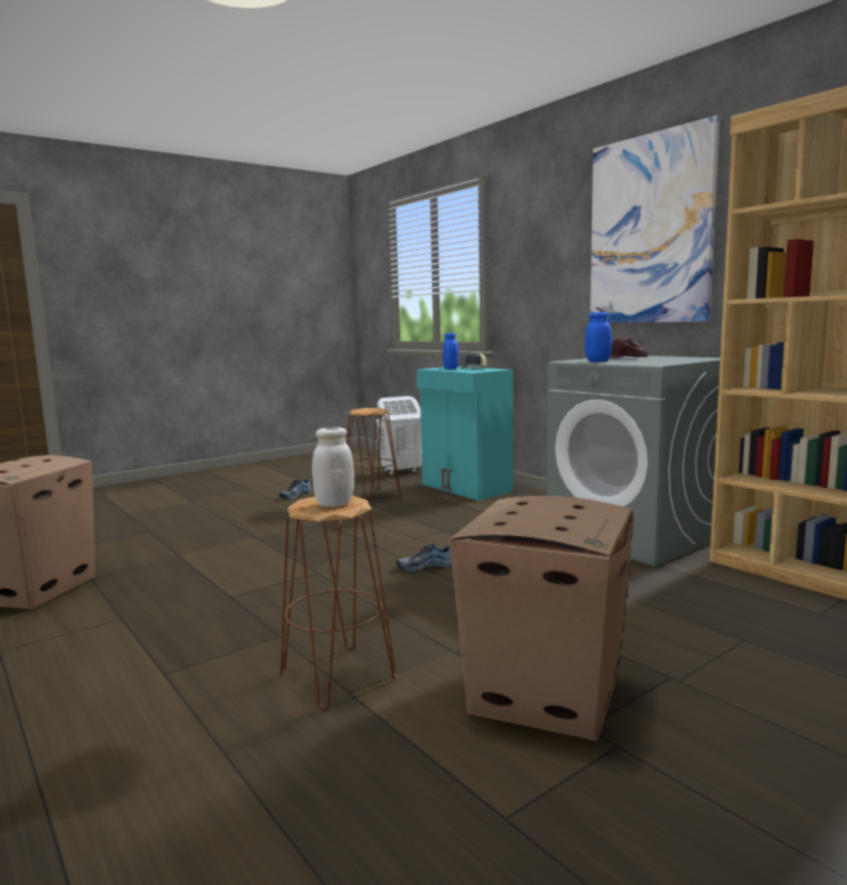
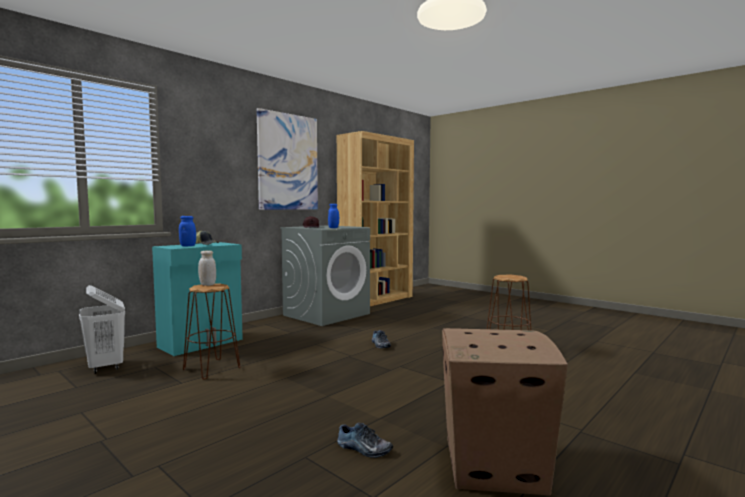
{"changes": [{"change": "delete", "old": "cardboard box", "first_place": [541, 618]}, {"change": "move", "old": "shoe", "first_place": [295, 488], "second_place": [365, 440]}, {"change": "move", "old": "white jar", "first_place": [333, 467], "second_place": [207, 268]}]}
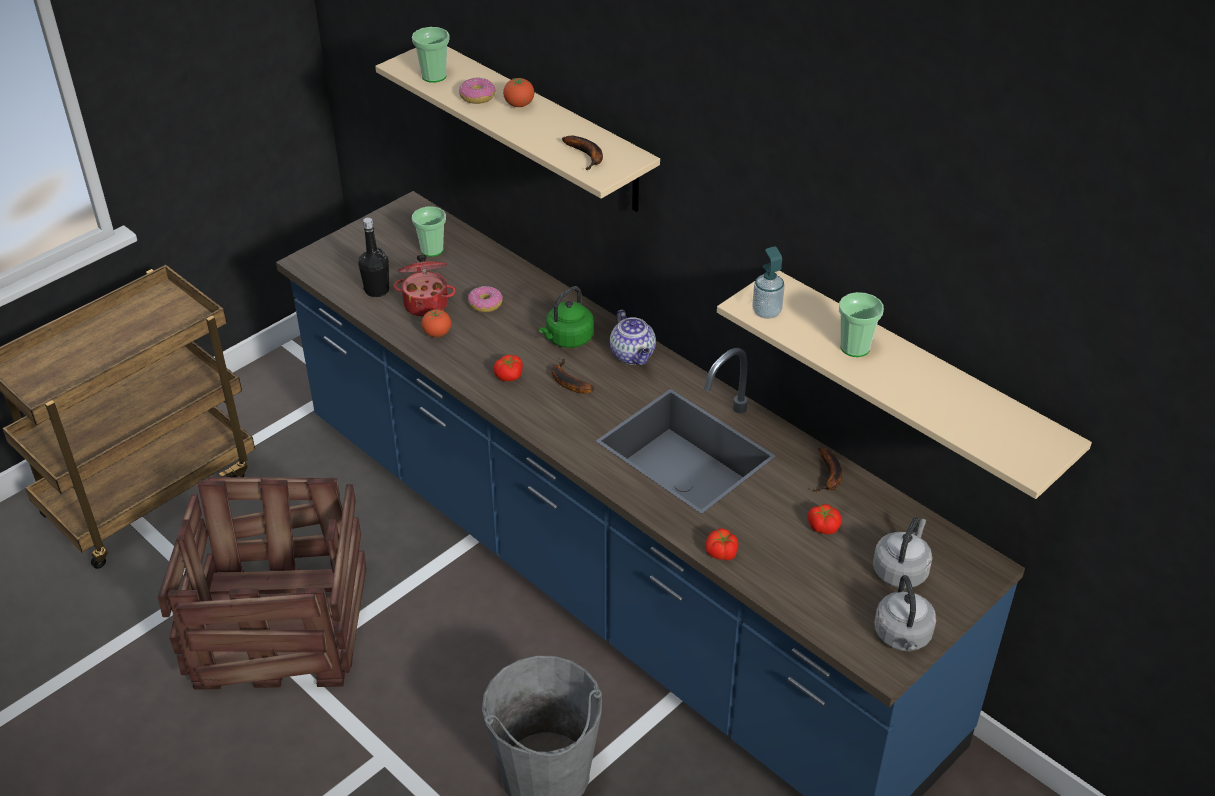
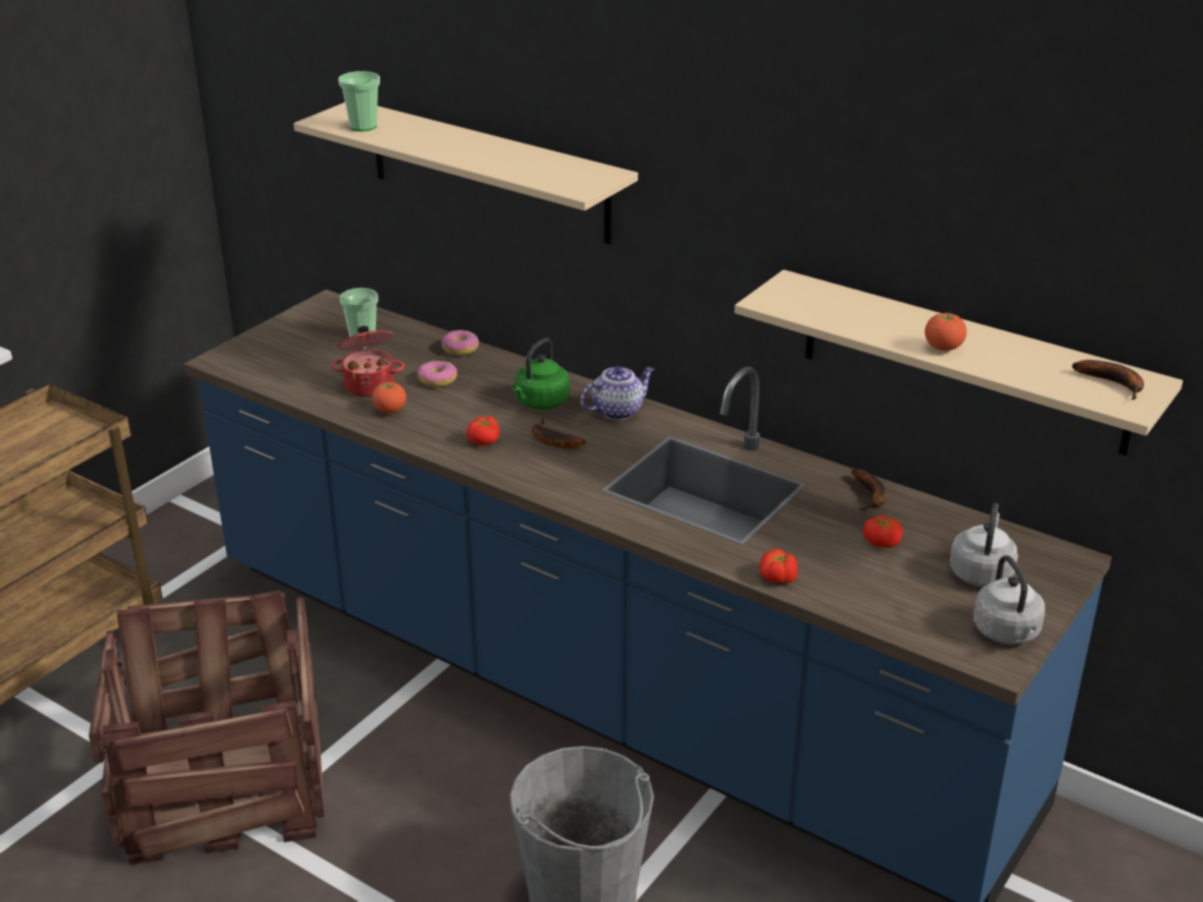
{"changes": [{"change": "delete", "old": "black bottle", "first_place": [373, 257]}, {"change": "delete", "old": "soap dispenser", "first_place": [768, 282]}, {"change": "delete", "old": "cup", "first_place": [861, 324]}, {"change": "move", "old": "donut", "first_place": [477, 91], "second_place": [460, 343]}, {"change": "move", "old": "tomato", "first_place": [518, 92], "second_place": [946, 332]}, {"change": "move", "old": "banana", "first_place": [582, 153], "second_place": [1108, 380]}, {"change": "rotate", "old": "teapot", "first_place": [633, 337], "second_place": [617, 393], "degrees": -90}]}
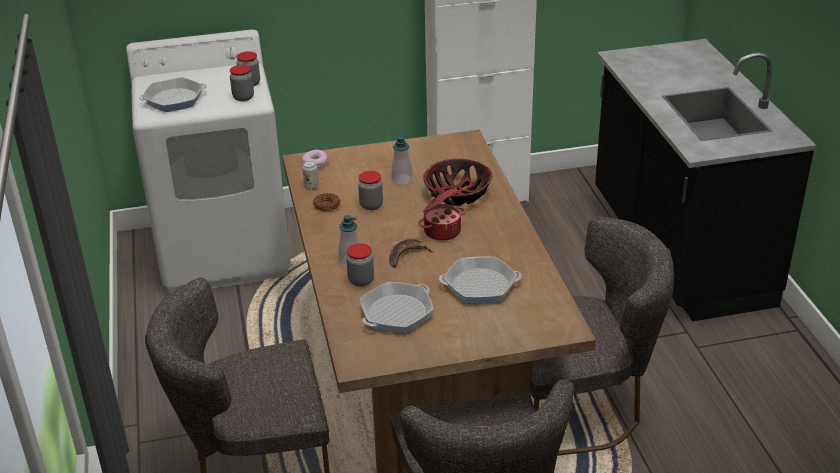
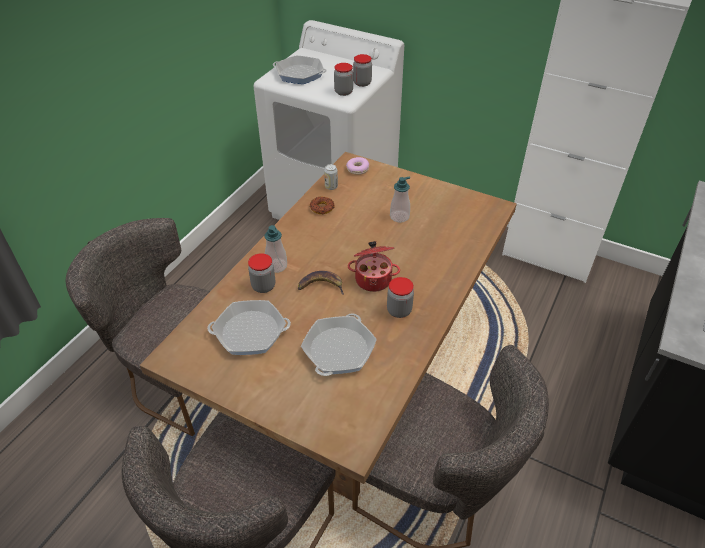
{"changes": [{"change": "delete", "old": "bowl", "first_place": [457, 182]}, {"change": "move", "old": "jar", "first_place": [370, 190], "second_place": [400, 297]}, {"change": "rotate", "old": "frying pan", "first_place": [480, 280], "second_place": [339, 344], "degrees": 75}]}
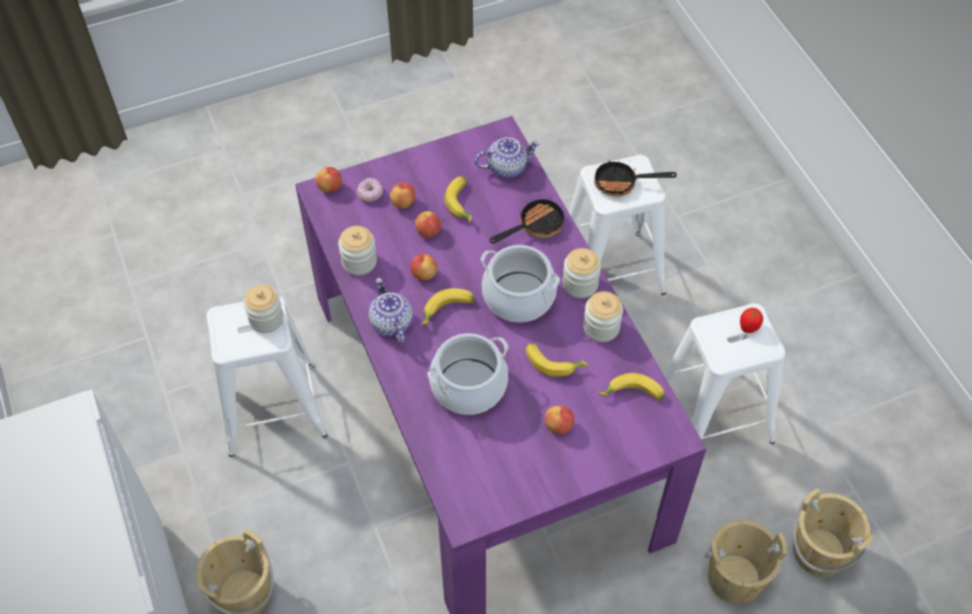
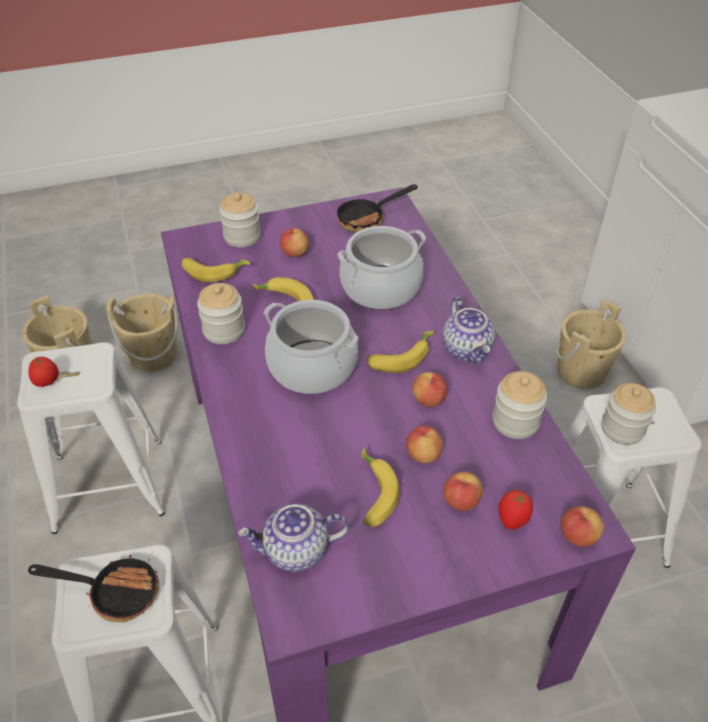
{"changes": [{"change": "move", "old": "frying pan", "first_place": [526, 219], "second_place": [377, 208]}, {"change": "move", "old": "jar", "first_place": [582, 273], "second_place": [240, 220]}, {"change": "replace", "old": "donut", "new": "tomato", "first_place": [370, 189], "second_place": [515, 510]}]}
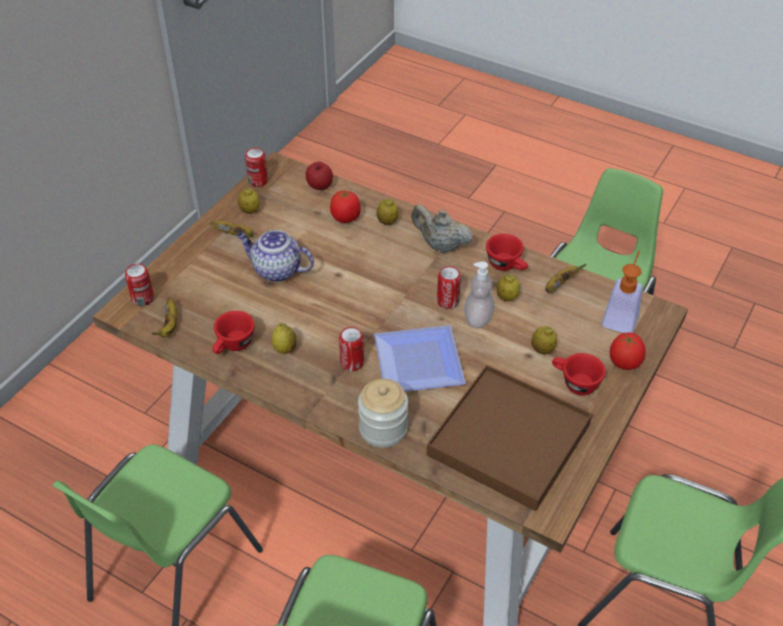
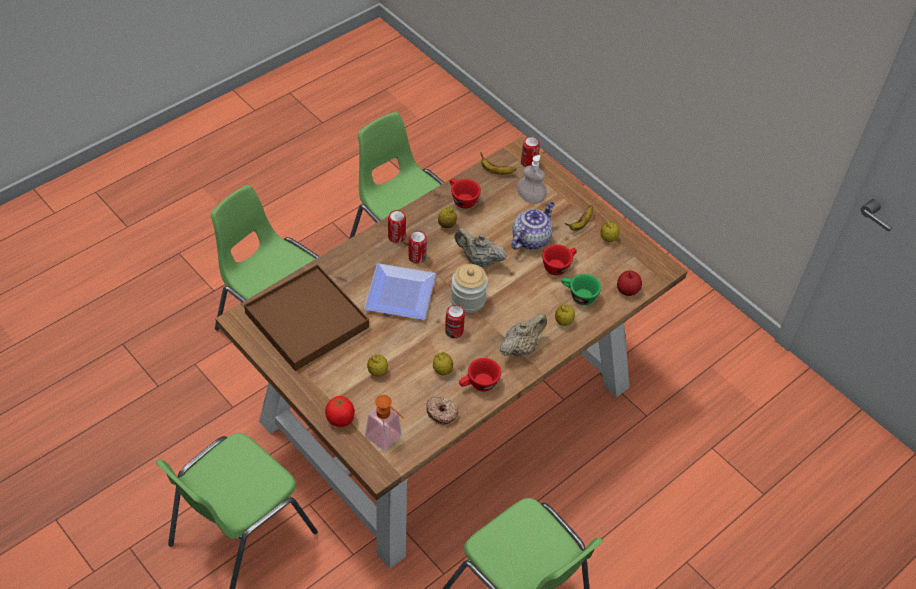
{"changes": [{"change": "insert", "new": "beige teapot", "second_place": [480, 247]}, {"change": "move", "old": "can", "first_place": [256, 167], "second_place": [397, 226]}, {"change": "move", "old": "jar", "first_place": [383, 413], "second_place": [469, 288]}, {"change": "move", "old": "soap dispenser", "first_place": [479, 294], "second_place": [532, 179]}, {"change": "move", "old": "red cup", "first_place": [579, 374], "second_place": [559, 259]}, {"change": "replace", "old": "tomato", "new": "green cup", "first_place": [345, 206], "second_place": [581, 289]}, {"change": "replace", "old": "banana", "new": "donut", "first_place": [565, 278], "second_place": [442, 410]}]}
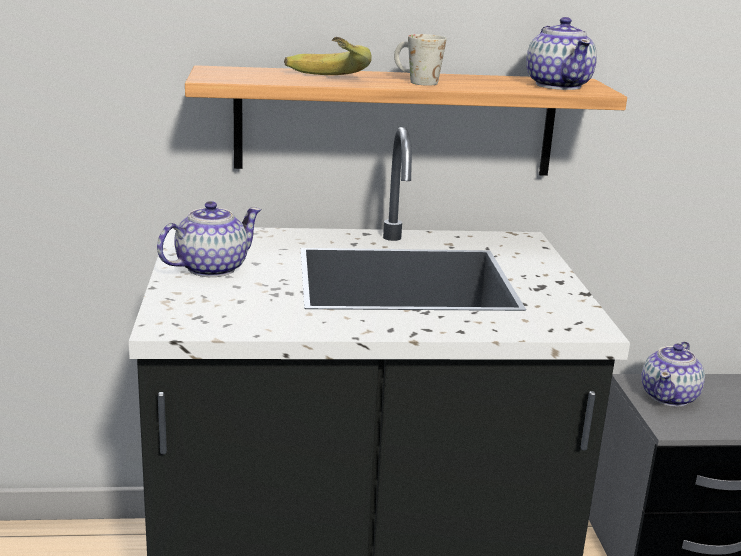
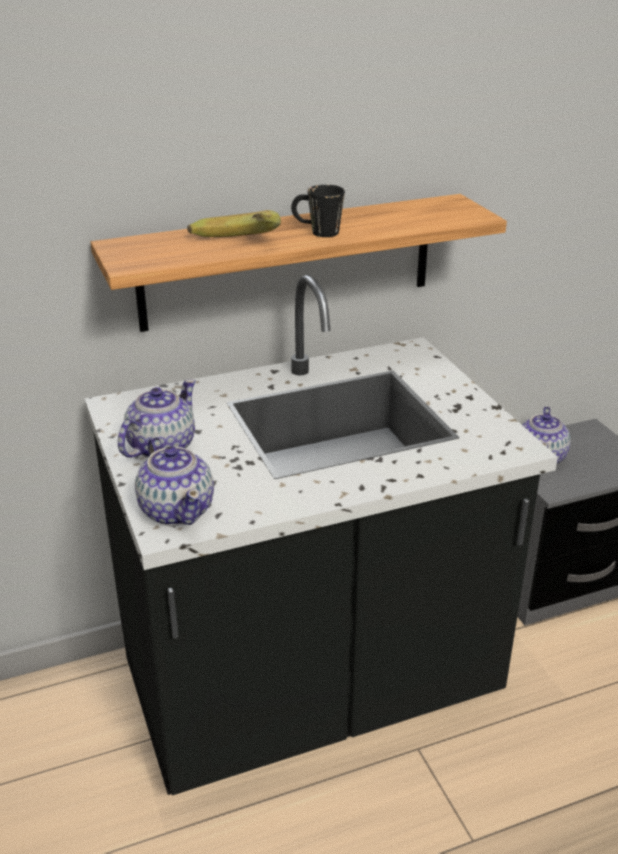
{"changes": [{"change": "move", "old": "teapot", "first_place": [561, 53], "second_place": [174, 481]}, {"change": "recolor", "old": "white mug", "new": "black mug", "first_place": [420, 60], "second_place": [318, 211]}]}
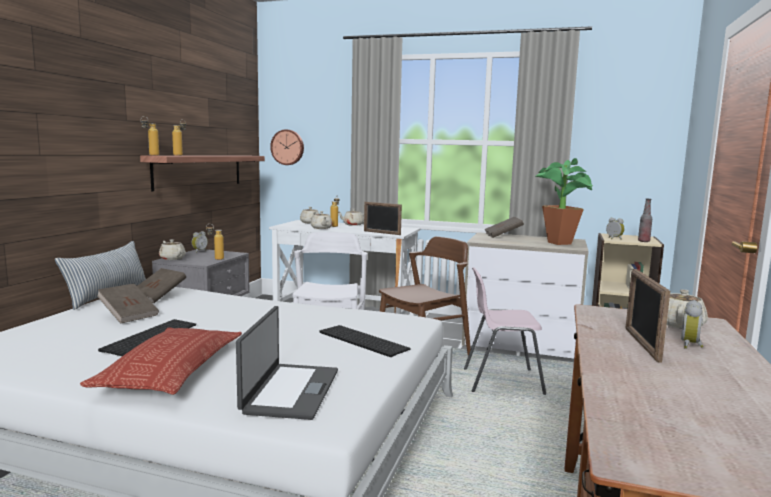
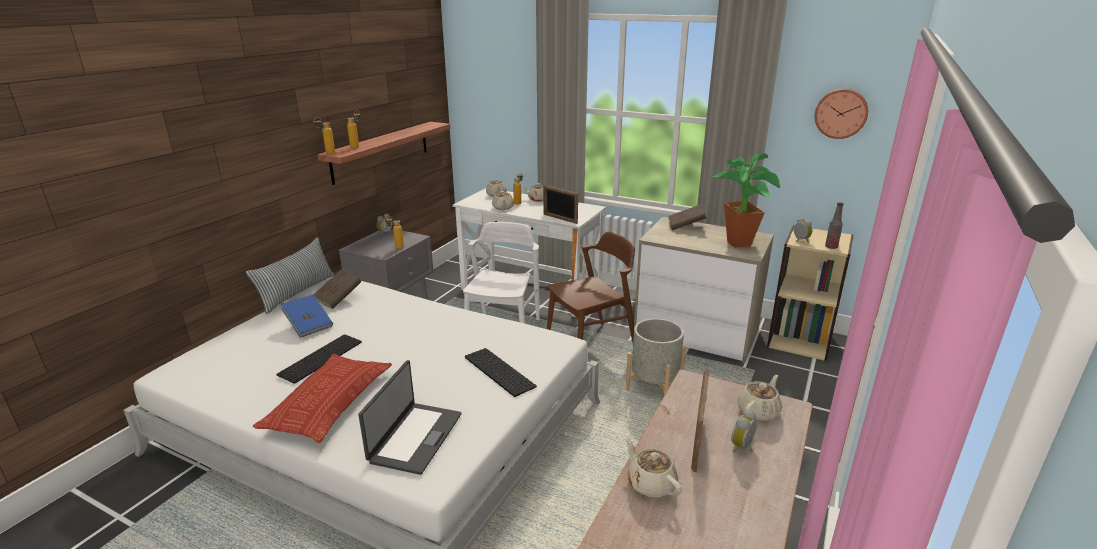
{"changes": [{"change": "move", "old": "beige teapot", "first_place": [172, 249], "second_place": [653, 467]}, {"change": "move", "old": "wall clock", "first_place": [287, 147], "second_place": [841, 114]}, {"change": "replace", "old": "pink chair", "new": "grey planter", "first_place": [505, 331], "second_place": [656, 356]}, {"change": "recolor", "old": "brown book", "new": "blue book", "first_place": [128, 303], "second_place": [307, 316]}]}
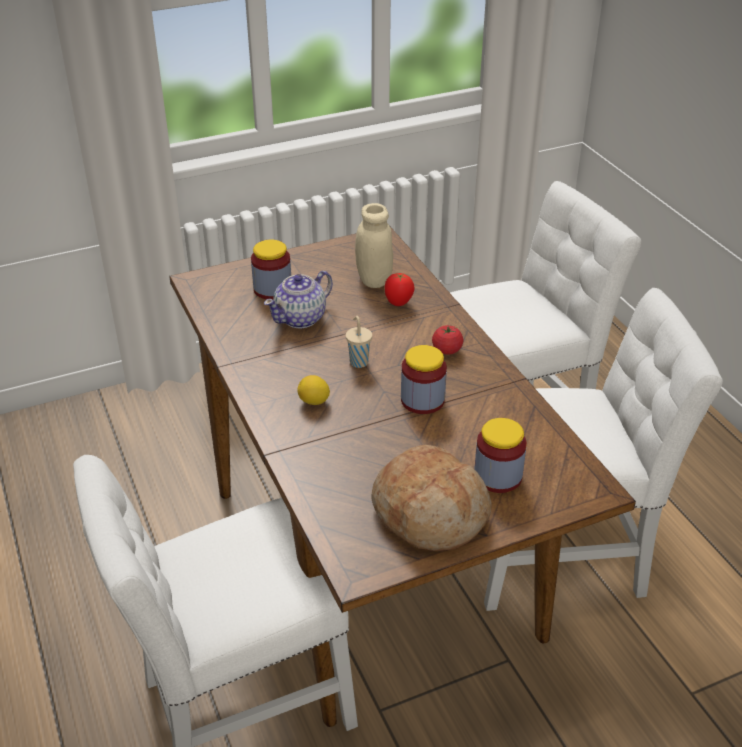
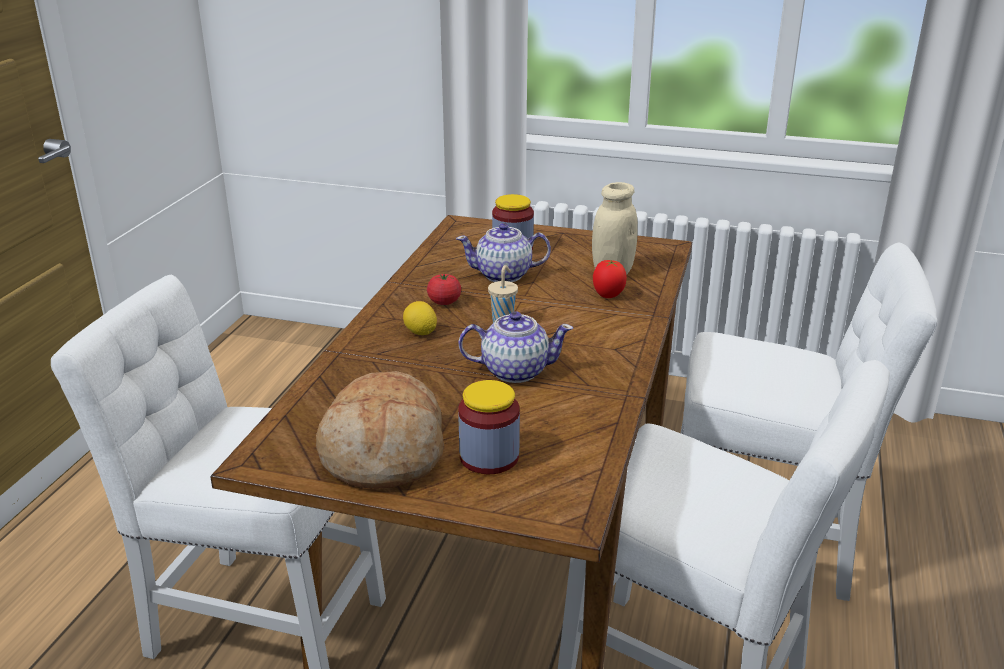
{"changes": [{"change": "move", "old": "tomato", "first_place": [447, 340], "second_place": [444, 289]}, {"change": "replace", "old": "jar", "new": "teapot", "first_place": [424, 379], "second_place": [516, 347]}]}
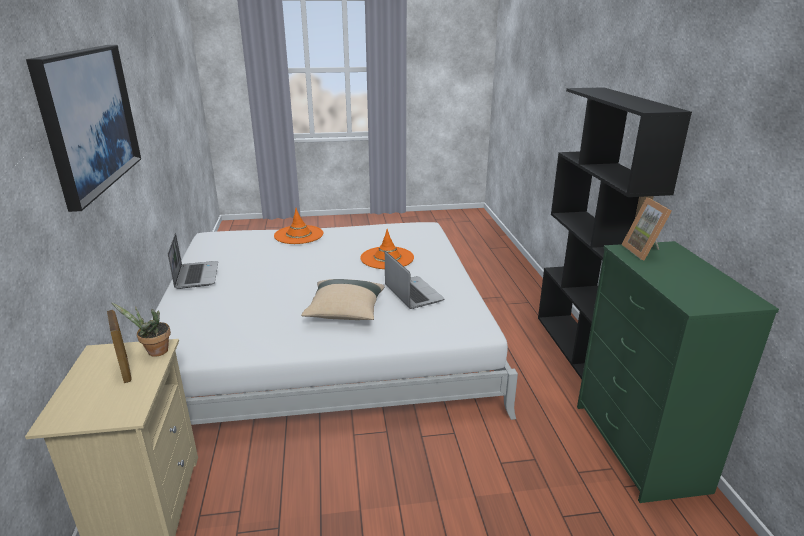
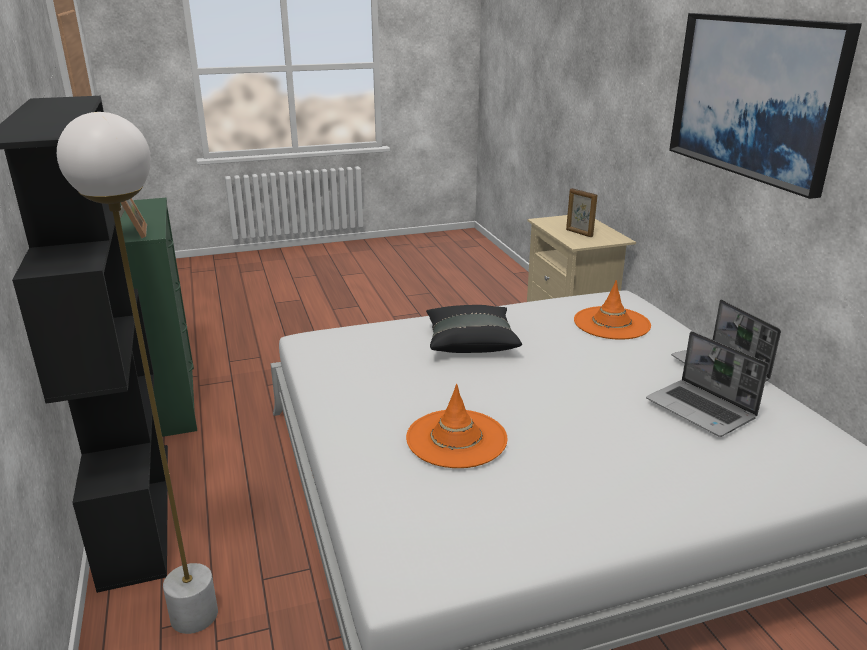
{"changes": [{"change": "delete", "old": "potted plant", "first_place": [141, 329]}, {"change": "insert", "new": "white floor lamp", "second_place": [137, 373]}, {"change": "move", "old": "orange hat", "first_place": [298, 226], "second_place": [612, 310]}, {"change": "move", "old": "laptop", "first_place": [415, 280], "second_place": [707, 384]}, {"change": "recolor", "old": "beige pillow", "new": "black pillow", "first_place": [343, 299], "second_place": [474, 329]}]}
